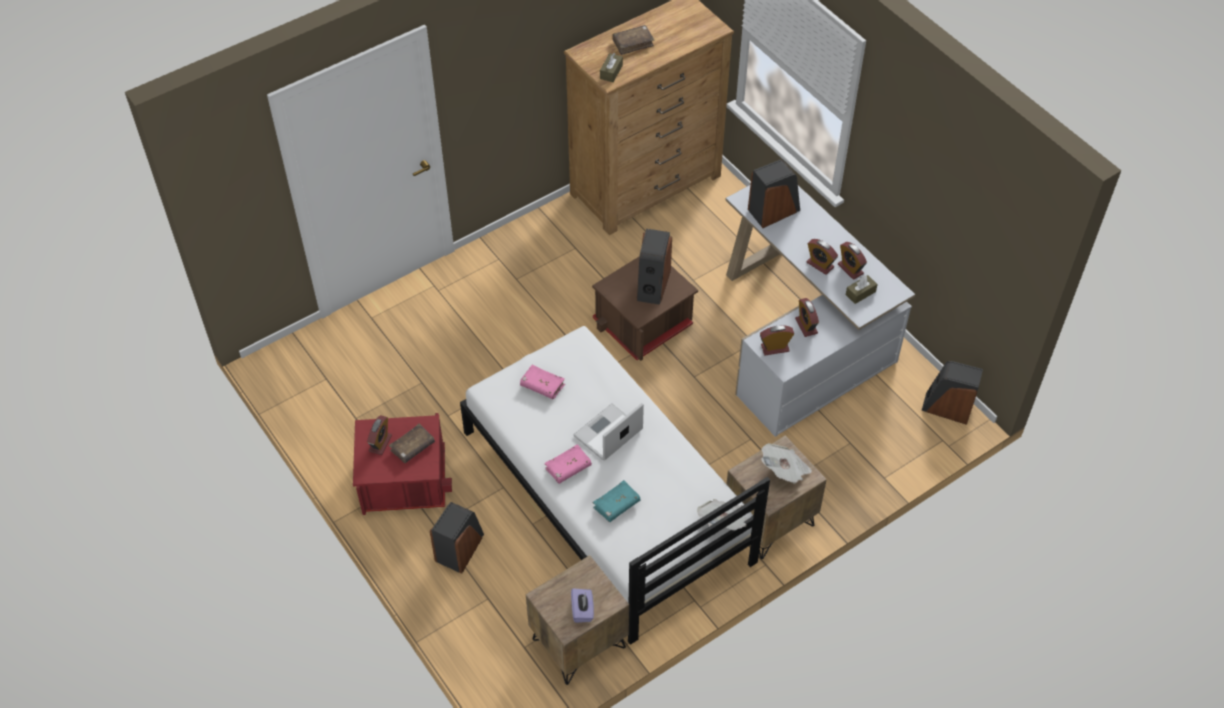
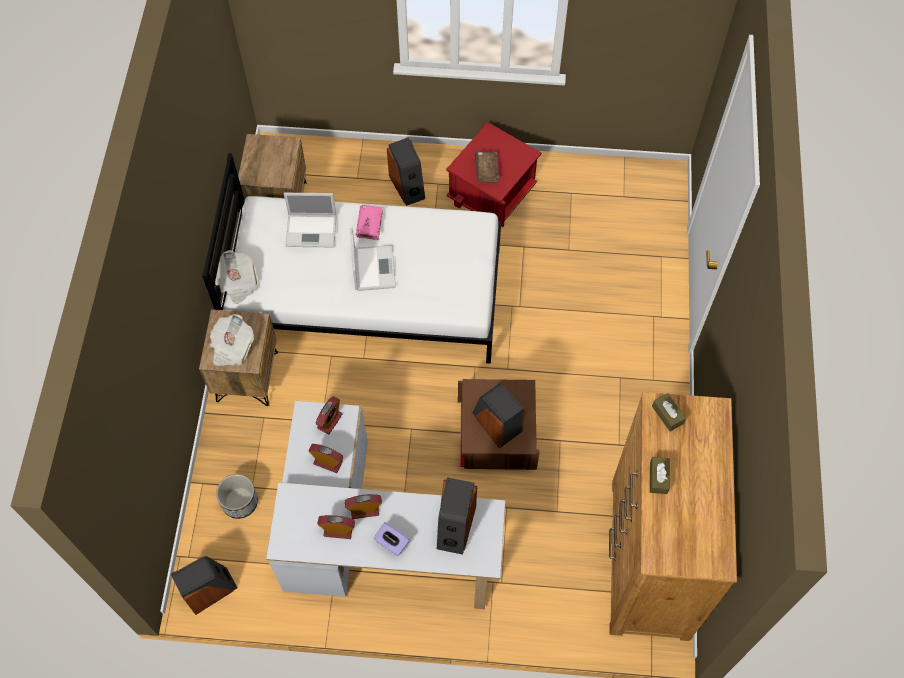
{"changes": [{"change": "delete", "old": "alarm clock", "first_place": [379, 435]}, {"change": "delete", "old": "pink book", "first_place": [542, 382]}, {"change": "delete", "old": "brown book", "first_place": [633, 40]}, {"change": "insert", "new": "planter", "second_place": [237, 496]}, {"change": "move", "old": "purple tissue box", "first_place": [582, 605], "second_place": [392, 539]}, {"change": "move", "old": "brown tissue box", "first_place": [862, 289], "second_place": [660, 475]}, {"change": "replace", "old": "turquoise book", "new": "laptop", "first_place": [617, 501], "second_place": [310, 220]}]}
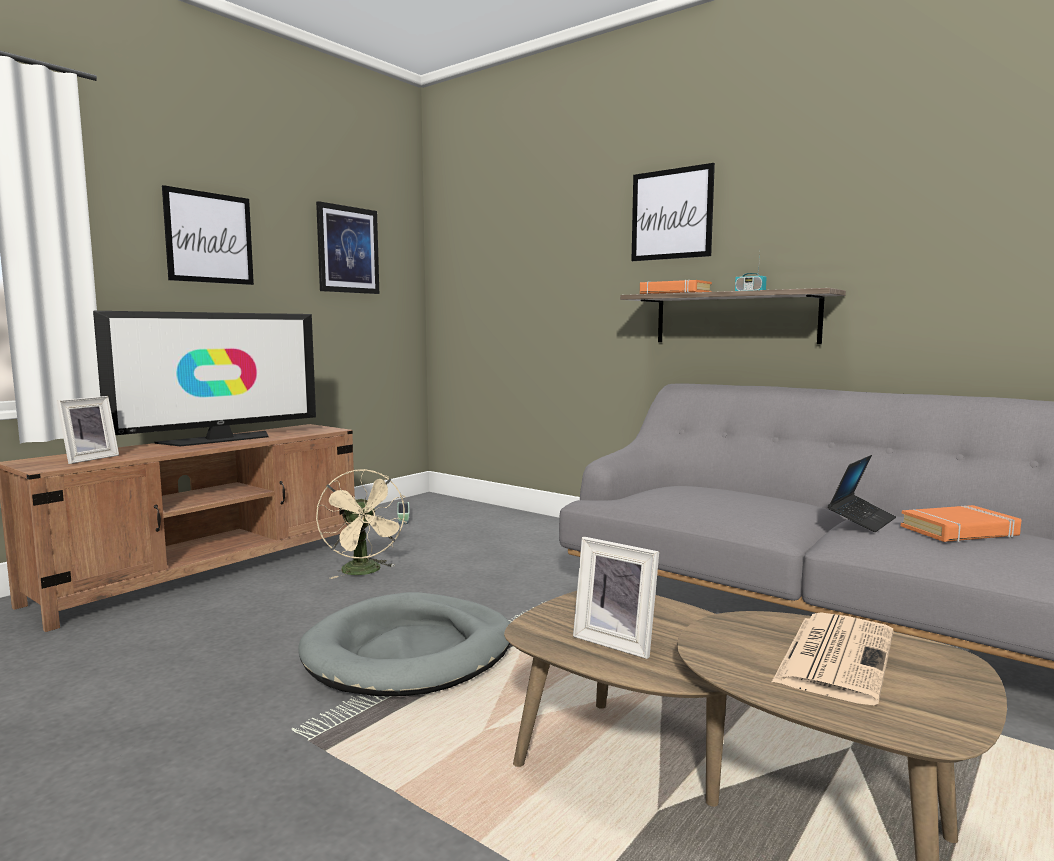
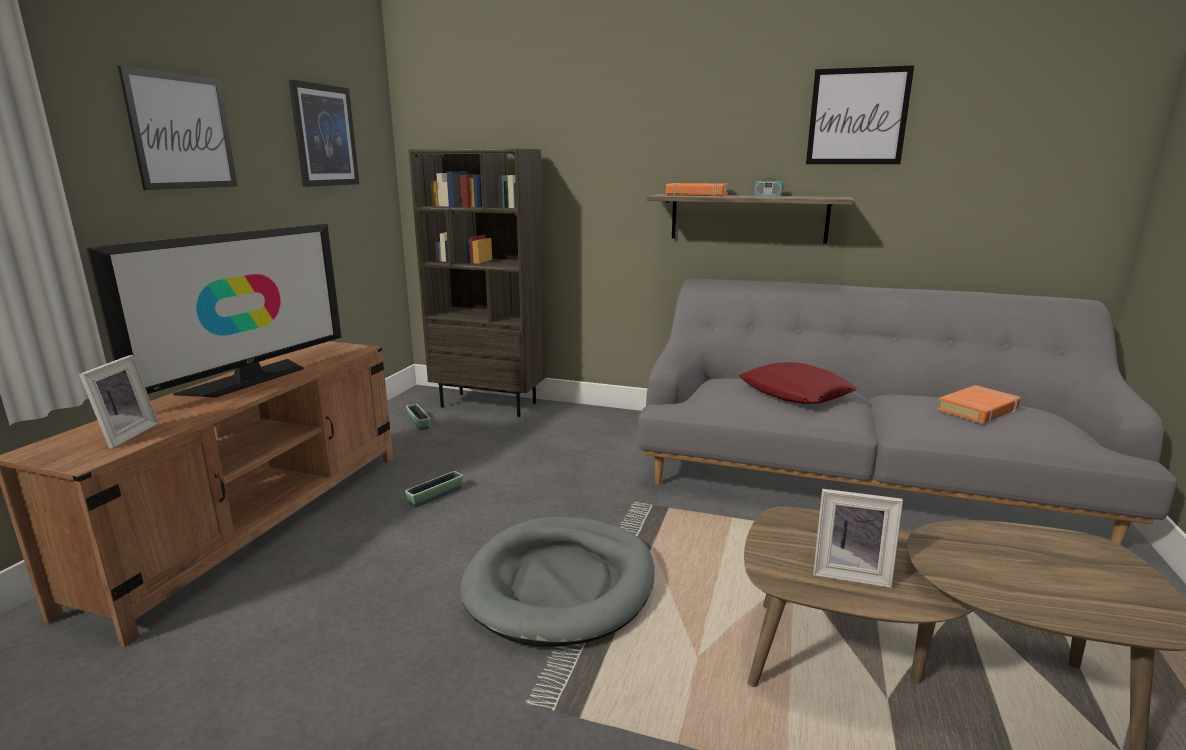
{"changes": [{"change": "delete", "old": "newspaper", "first_place": [832, 658]}, {"change": "delete", "old": "laptop", "first_place": [862, 493]}, {"change": "insert", "new": "brown bookcase", "second_place": [477, 283]}, {"change": "insert", "new": "red pillow", "second_place": [797, 383]}, {"change": "move", "old": "picture", "first_place": [673, 212], "second_place": [860, 114]}, {"change": "replace", "old": "beige fan", "new": "planter", "first_place": [361, 524], "second_place": [434, 489]}]}
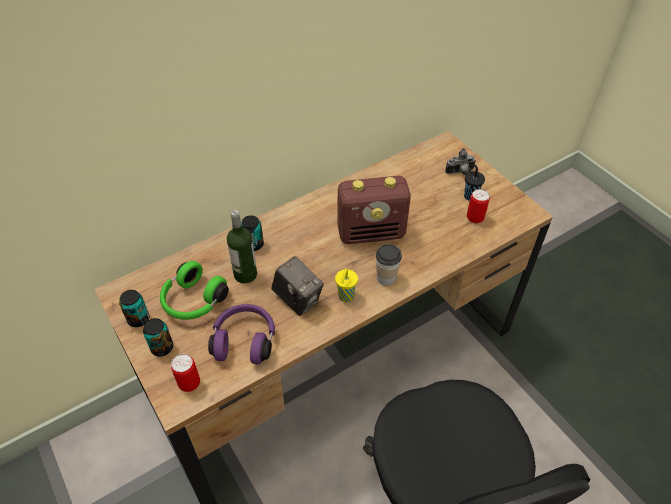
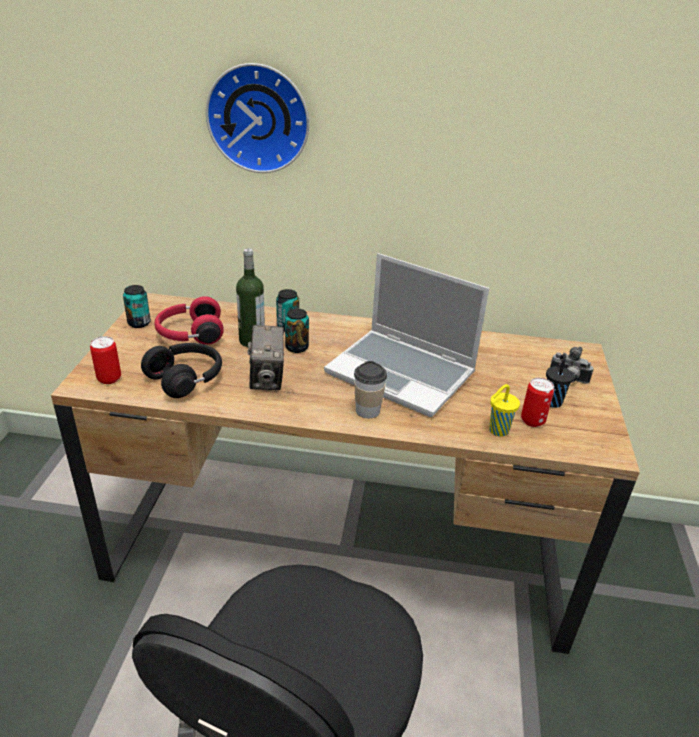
{"changes": [{"change": "insert", "new": "wall clock", "second_place": [257, 118]}, {"change": "move", "old": "can", "first_place": [158, 337], "second_place": [297, 330]}, {"change": "move", "old": "yellow cup", "first_place": [346, 285], "second_place": [504, 410]}, {"change": "replace", "old": "radio", "new": "laptop", "first_place": [374, 210], "second_place": [406, 335]}, {"change": "recolor", "old": "green headphones", "new": "red headphones", "first_place": [194, 290], "second_place": [189, 320]}, {"change": "recolor", "old": "purple headphones", "new": "black headphones", "first_place": [241, 334], "second_place": [181, 370]}]}
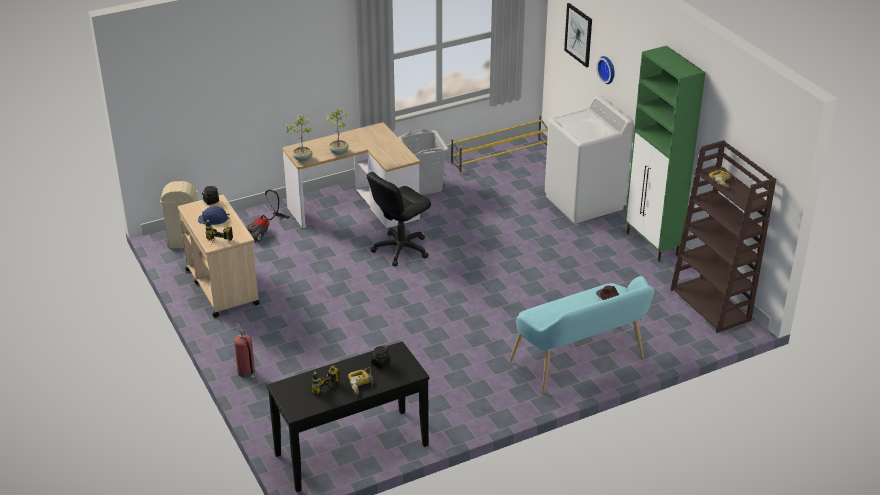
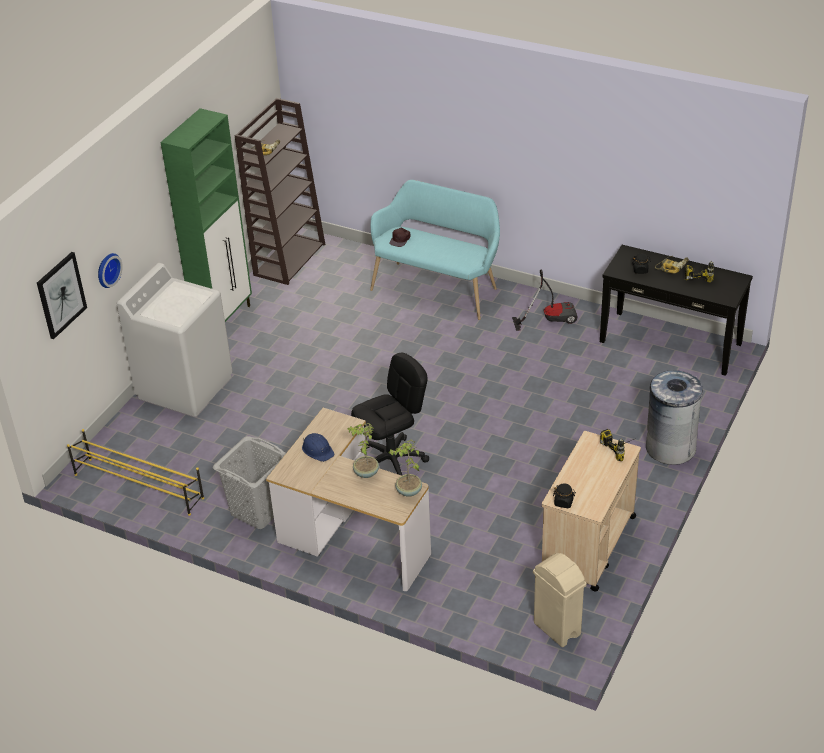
{"changes": [{"change": "move", "old": "blue hard hat", "first_place": [214, 215], "second_place": [318, 447]}, {"change": "move", "old": "vacuum cleaner", "first_place": [268, 216], "second_place": [545, 300]}, {"change": "replace", "old": "fire extinguisher", "new": "grey trash can", "first_place": [244, 351], "second_place": [674, 417]}, {"change": "rotate", "old": "black office chair", "first_place": [399, 219], "second_place": [390, 414], "degrees": -45}]}
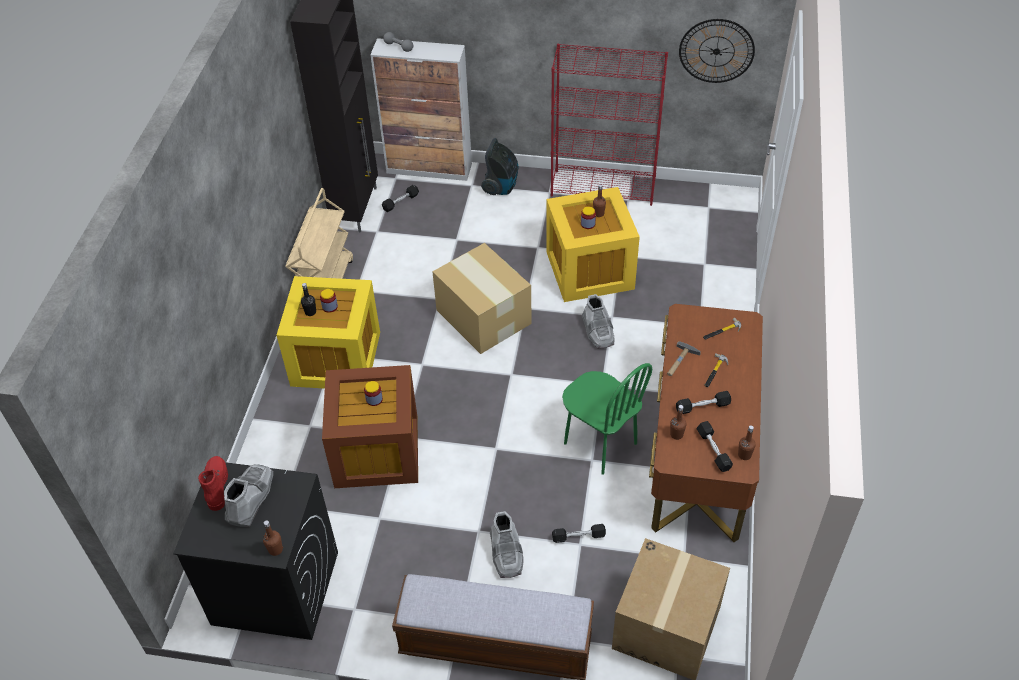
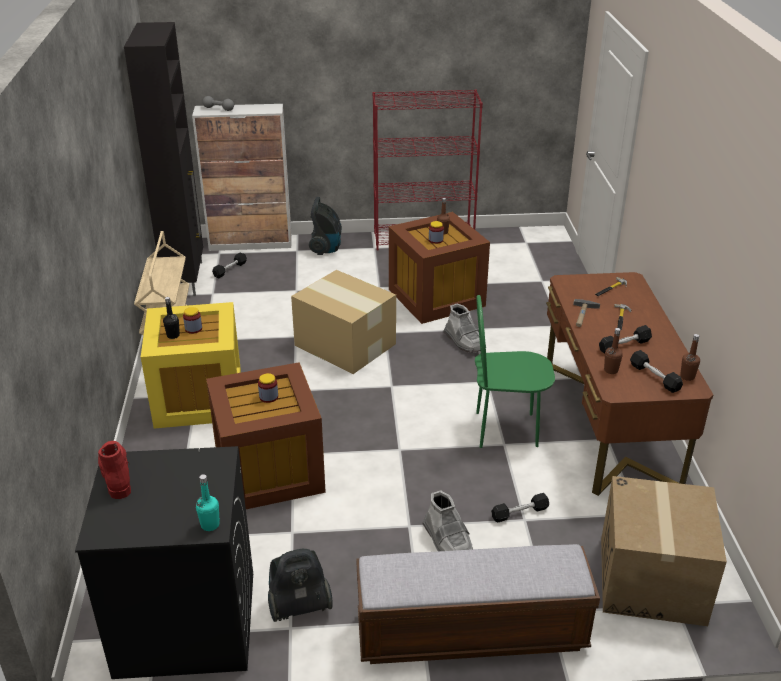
{"changes": [{"change": "delete", "old": "grey boot", "first_place": [249, 495]}, {"change": "delete", "old": "wall clock", "first_place": [717, 51]}, {"change": "insert", "new": "vacuum cleaner", "second_place": [300, 585]}, {"change": "recolor", "old": "brown bottle", "new": "turquoise bottle", "first_place": [273, 538], "second_place": [208, 502]}, {"change": "recolor", "old": "yellow storage box", "new": "brown storage box", "first_place": [593, 244], "second_place": [439, 268]}, {"change": "rotate", "old": "green chair", "first_place": [607, 419], "second_place": [515, 371], "degrees": 150}]}
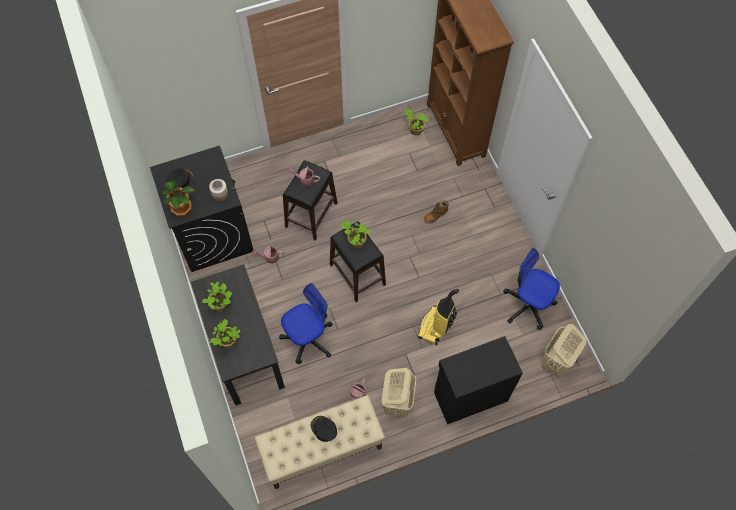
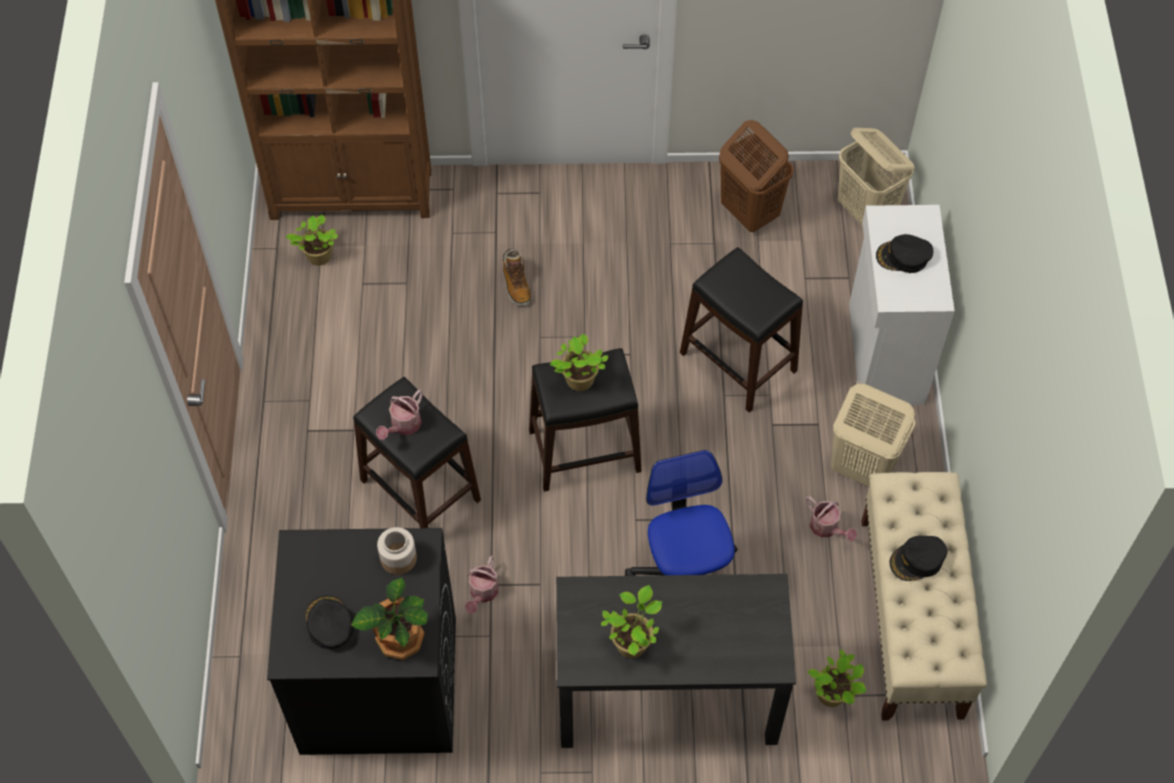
{"changes": [{"change": "insert", "new": "black cap", "second_place": [904, 253]}, {"change": "move", "old": "potted plant", "first_place": [225, 333], "second_place": [837, 678]}, {"change": "replace", "old": "vacuum cleaner", "new": "black stool", "first_place": [438, 317], "second_place": [741, 330]}, {"change": "replace", "old": "office chair", "new": "brown laundry basket", "first_place": [531, 289], "second_place": [756, 176]}, {"change": "recolor", "old": "black cabinet", "new": "white cabinet", "first_place": [478, 380], "second_place": [902, 305]}]}
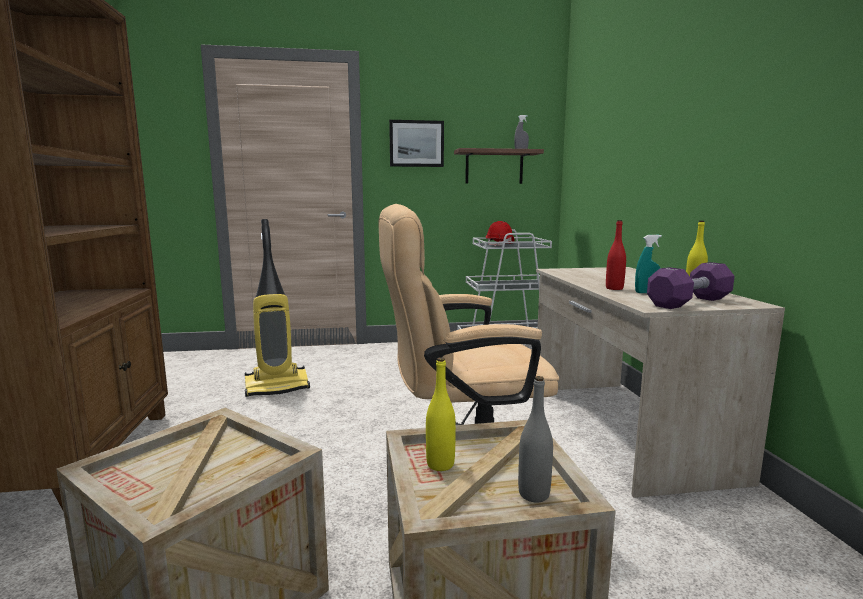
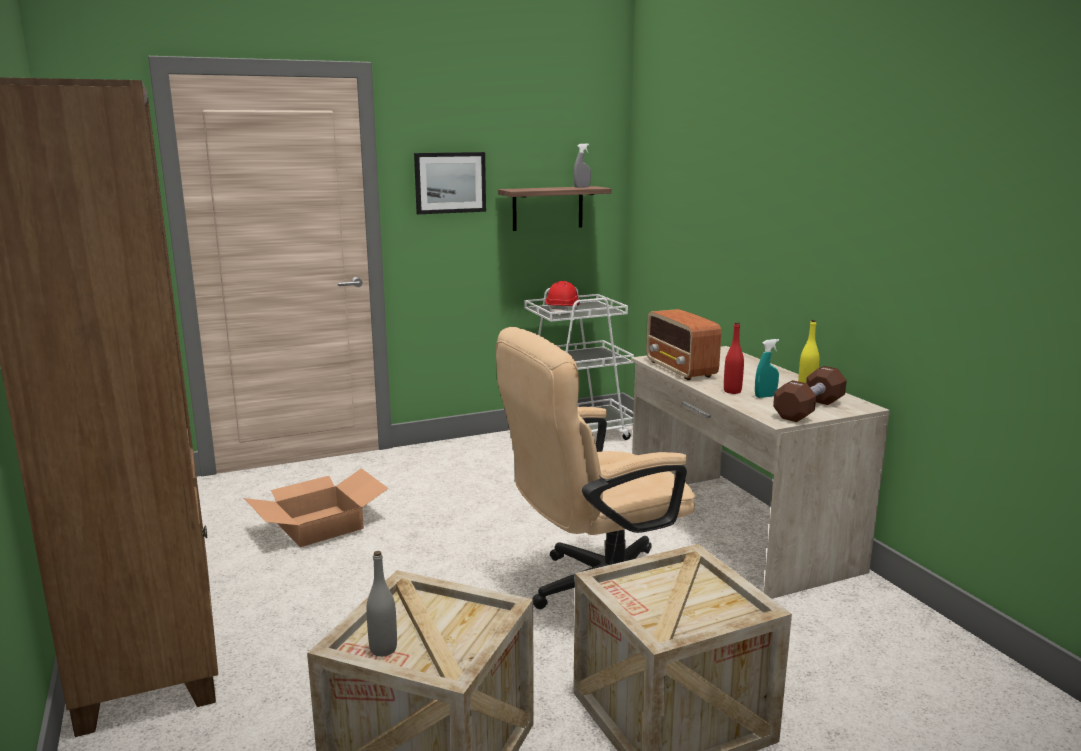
{"changes": [{"change": "delete", "old": "yellow bottle", "first_place": [441, 414]}, {"change": "insert", "new": "radio", "second_place": [683, 344]}, {"change": "move", "old": "grey bottle", "first_place": [535, 439], "second_place": [381, 604]}, {"change": "replace", "old": "vacuum cleaner", "new": "cardboard box", "first_place": [277, 308], "second_place": [316, 507]}, {"change": "recolor", "old": "purple dumbbell", "new": "brown dumbbell", "first_place": [691, 285], "second_place": [810, 394]}]}
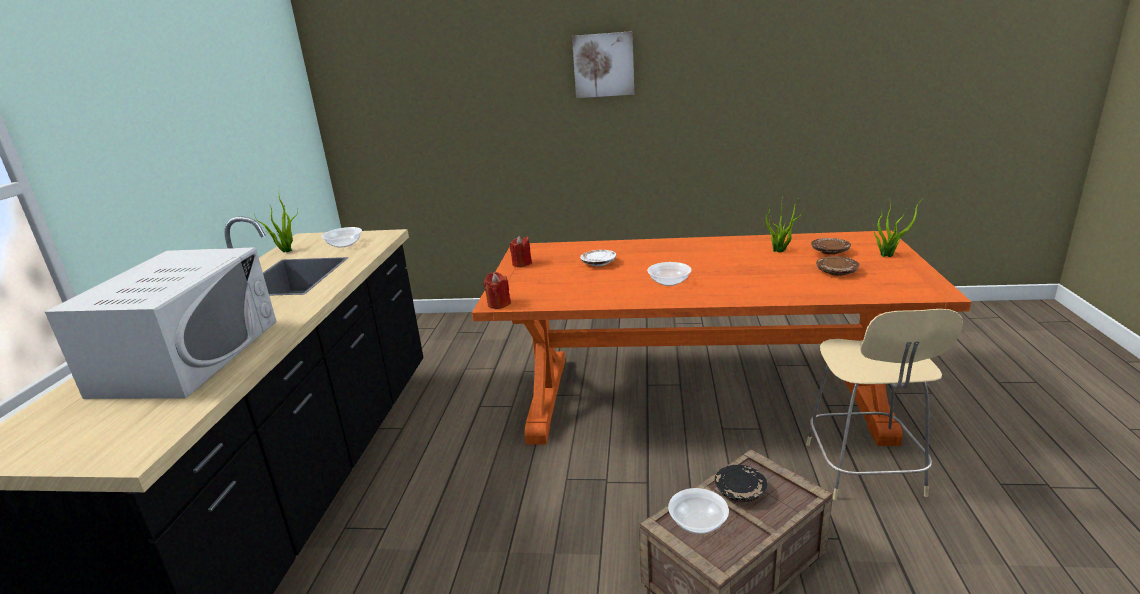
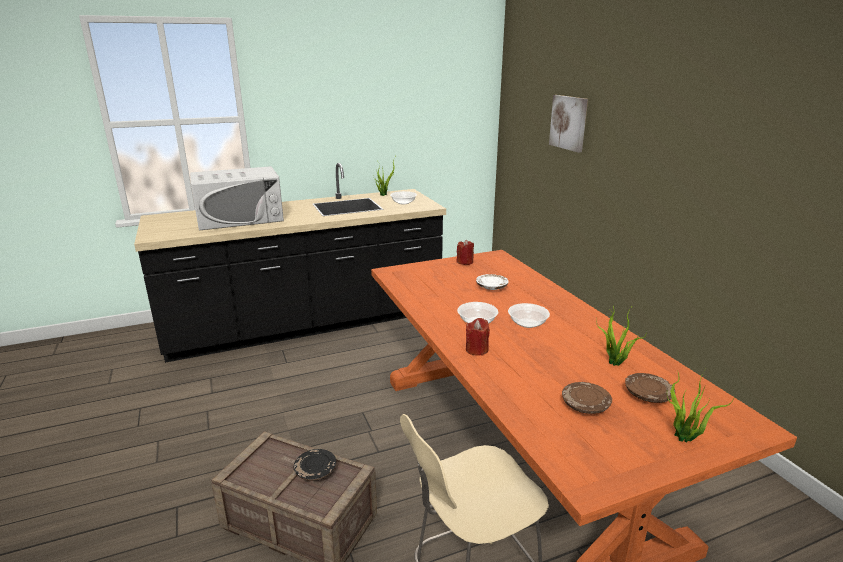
{"changes": [{"change": "move", "old": "red candle", "first_place": [497, 290], "second_place": [478, 337]}, {"change": "move", "old": "picture", "first_place": [603, 64], "second_place": [568, 124]}, {"change": "move", "old": "bowl", "first_place": [698, 511], "second_place": [529, 315]}]}
